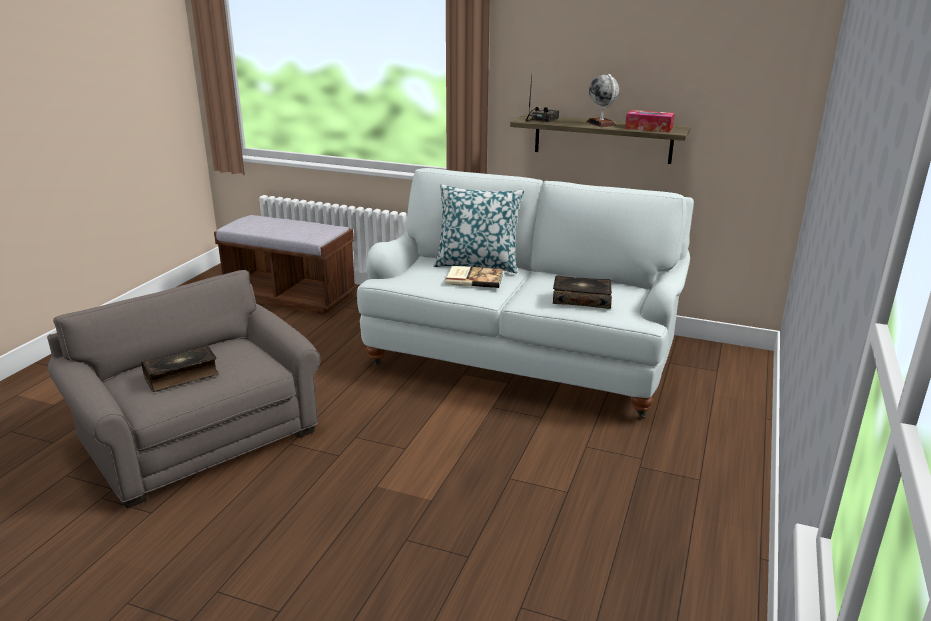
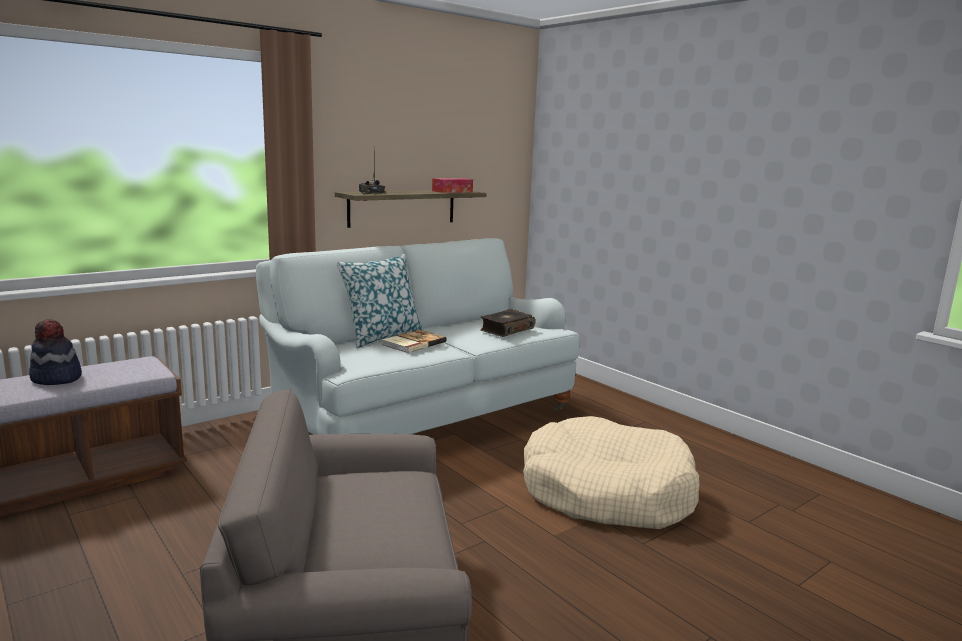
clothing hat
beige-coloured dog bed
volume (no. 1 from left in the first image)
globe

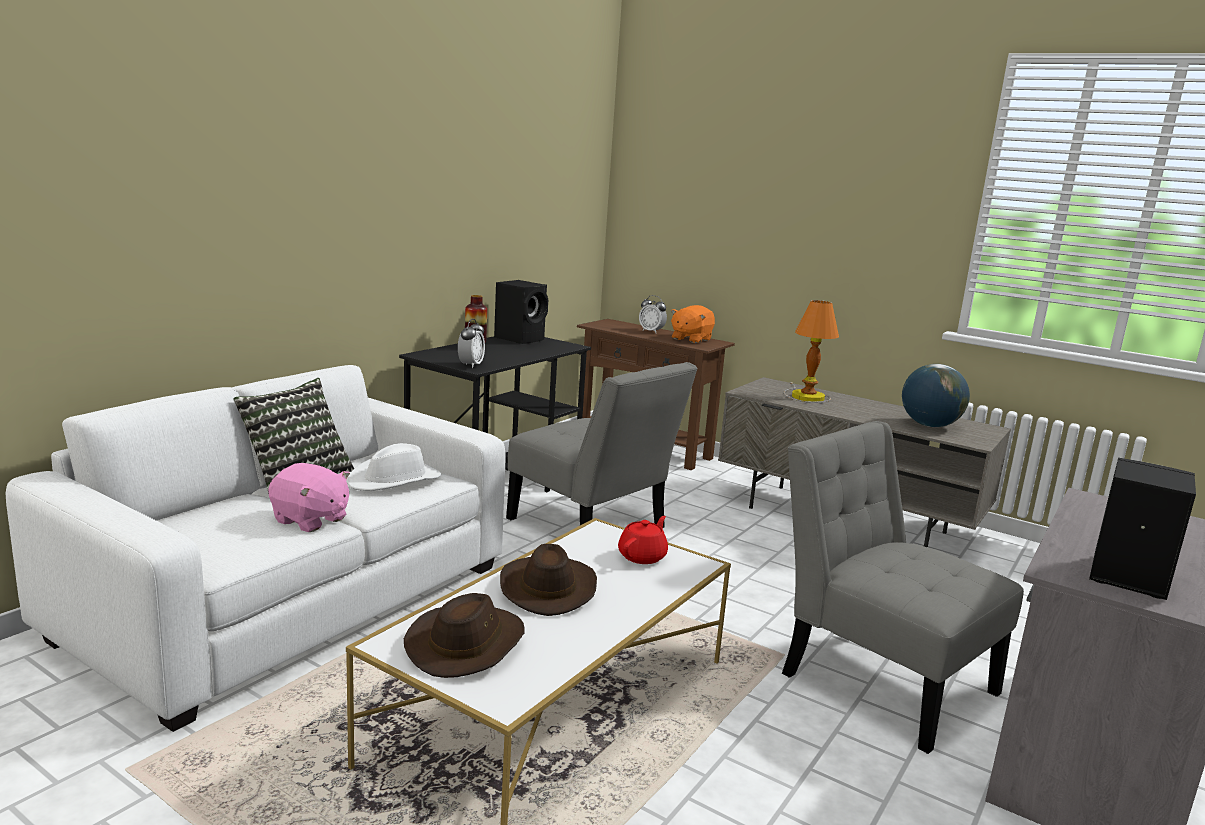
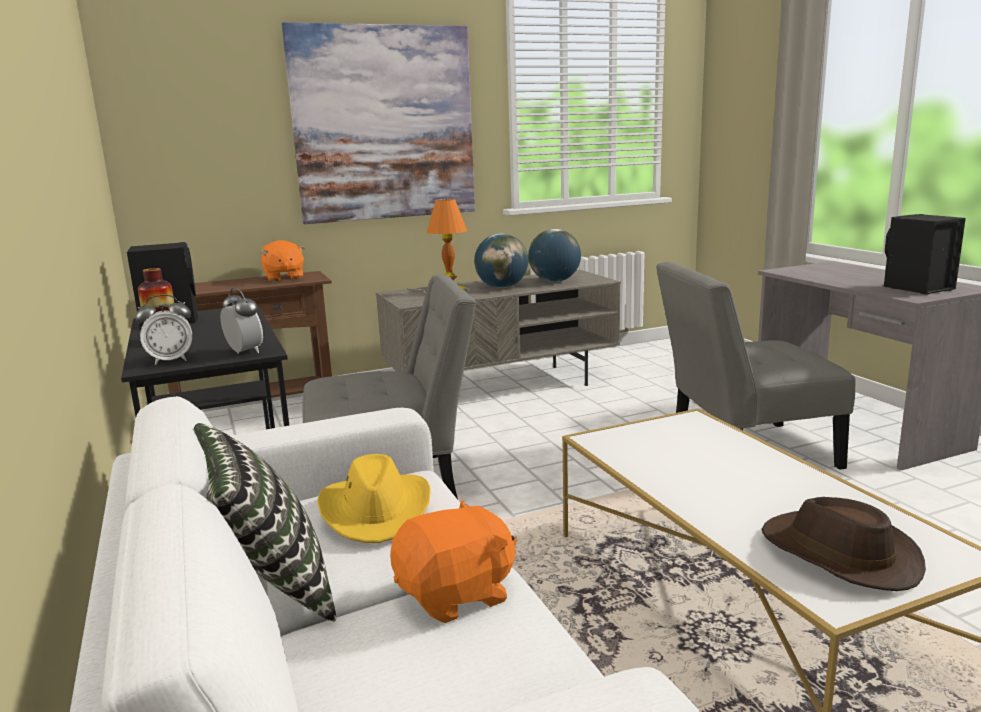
table clock (no. 1 from left)
picture
yellow clothing hat
orange cuddly toy (no. 2 from left)
globe (no. 1 from left)
brown clothing hat (no. 2 from left in the first image)
red pot for tea

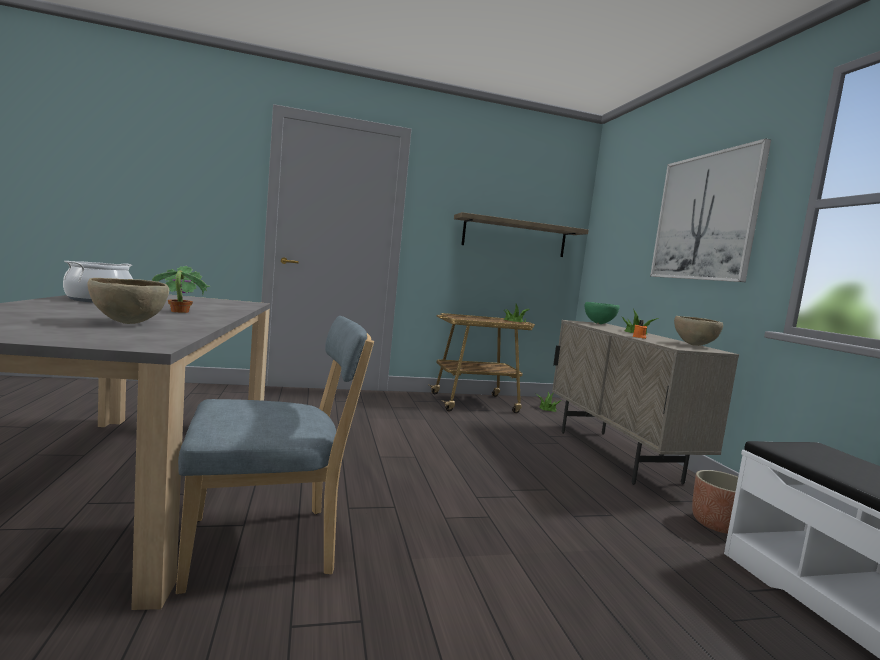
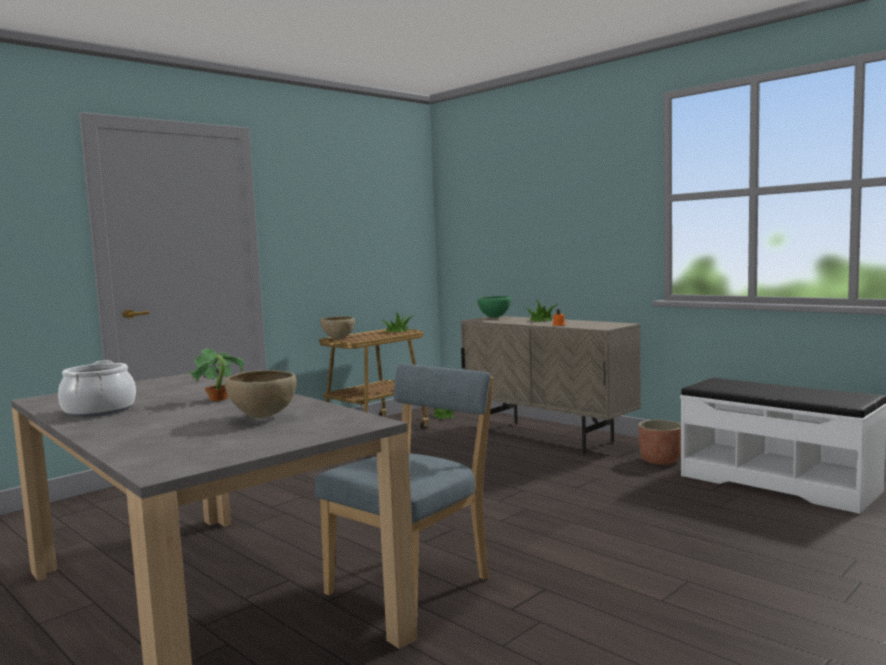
brown serving bowl (no. 2 from left)
wall shelf
picture

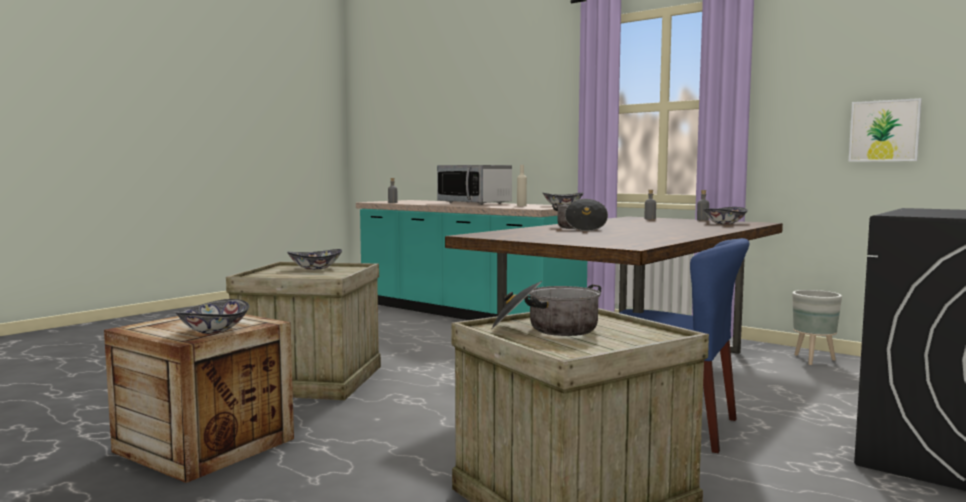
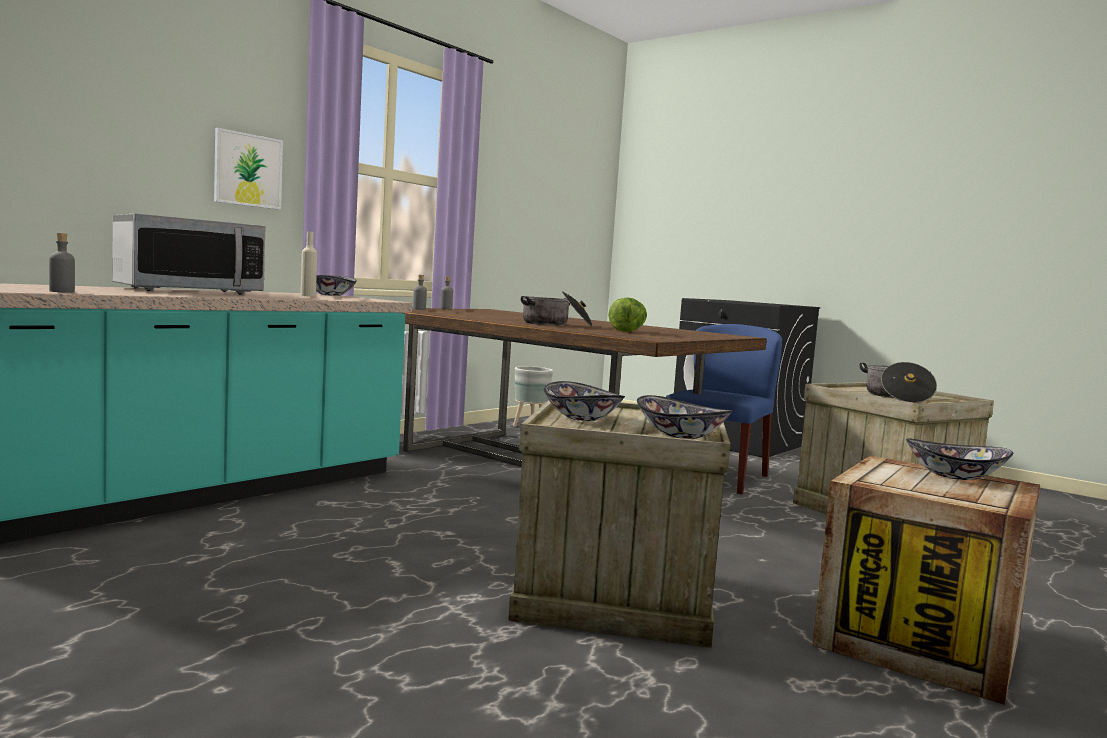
picture
head of lettuce
serving bowl (no. 3 from left)

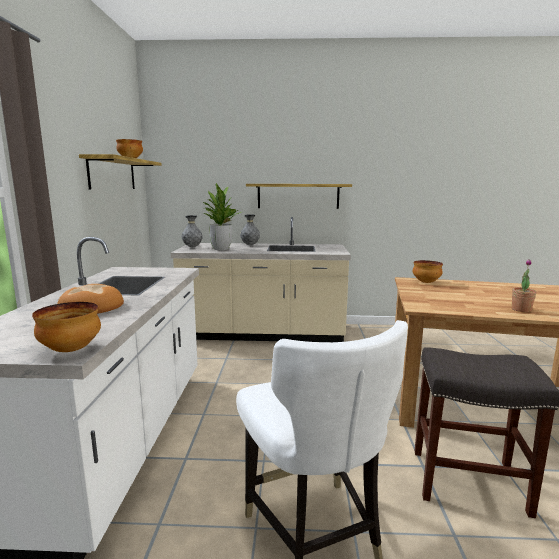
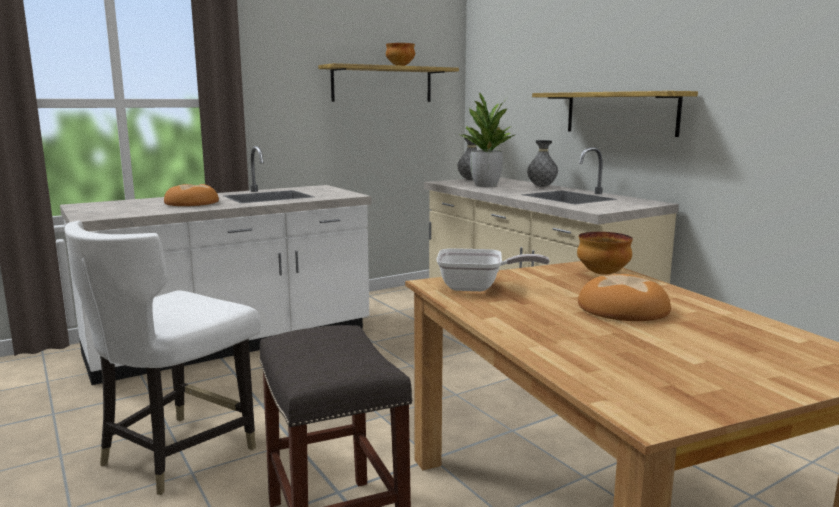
pan
baked bread (no. 2 from left)
serving bowl (no. 1 from left in the first image)
potted plant (no. 2 from left in the first image)

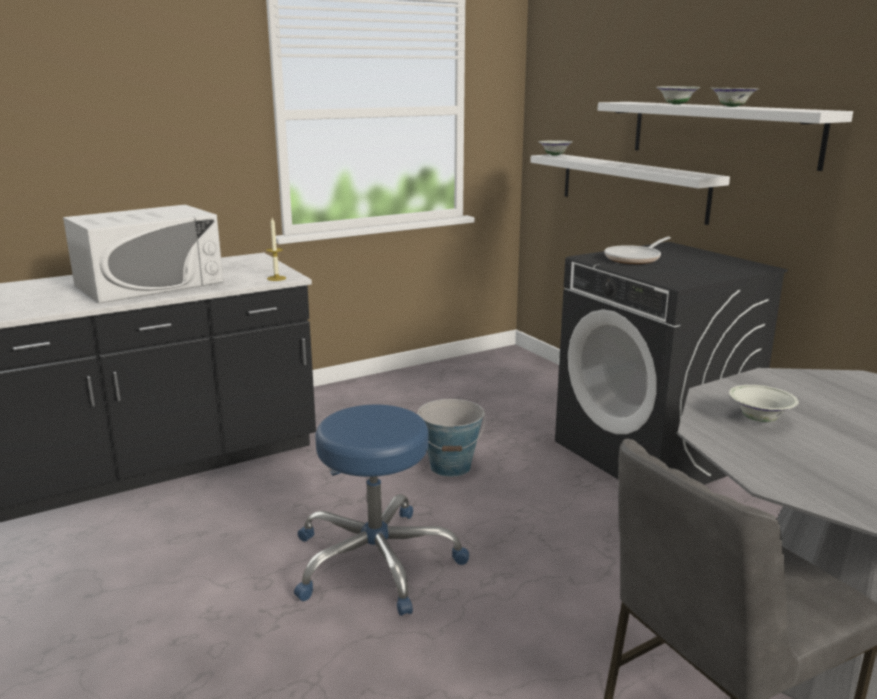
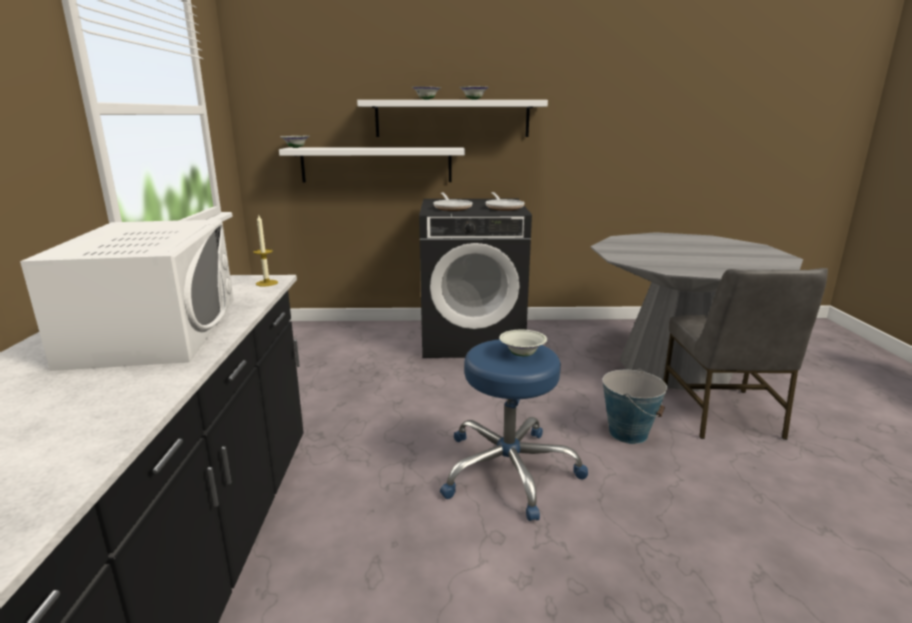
pan (no. 2 from left)
white serving bowl (no. 4 from left)
water bucket

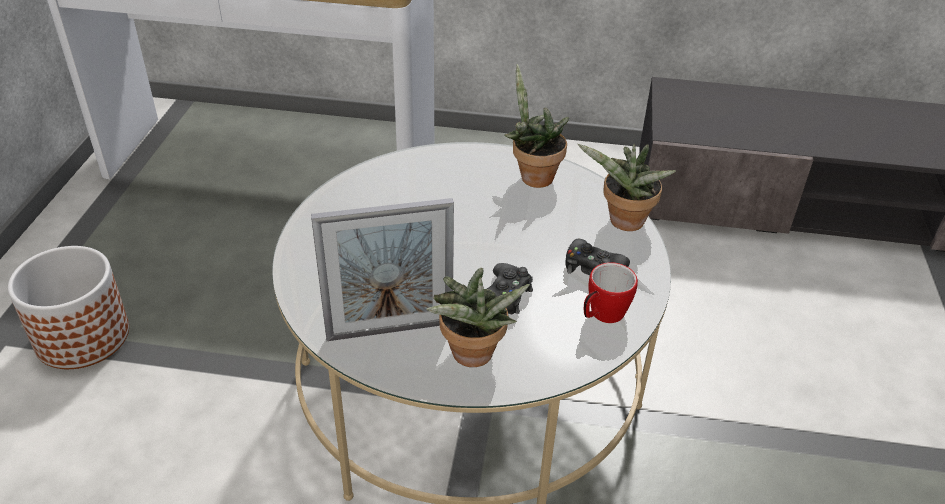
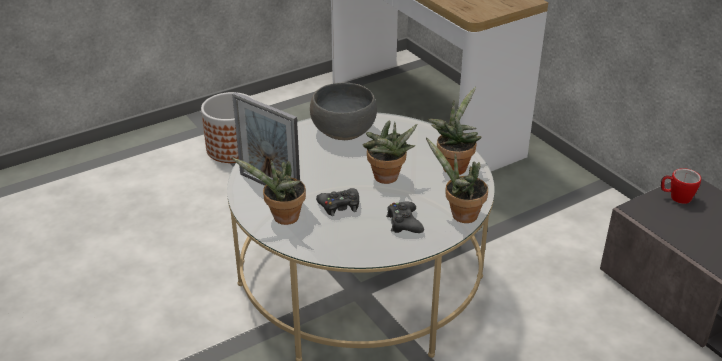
gray serving bowl
potted plant (no. 2 from left)
coffee mug

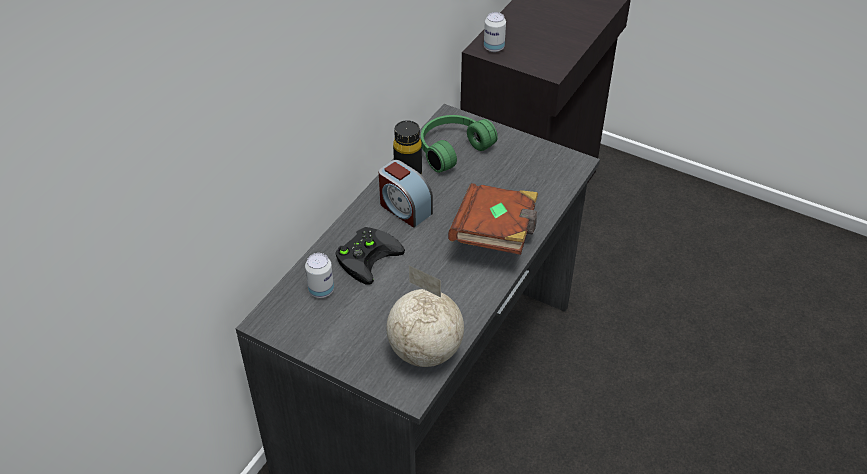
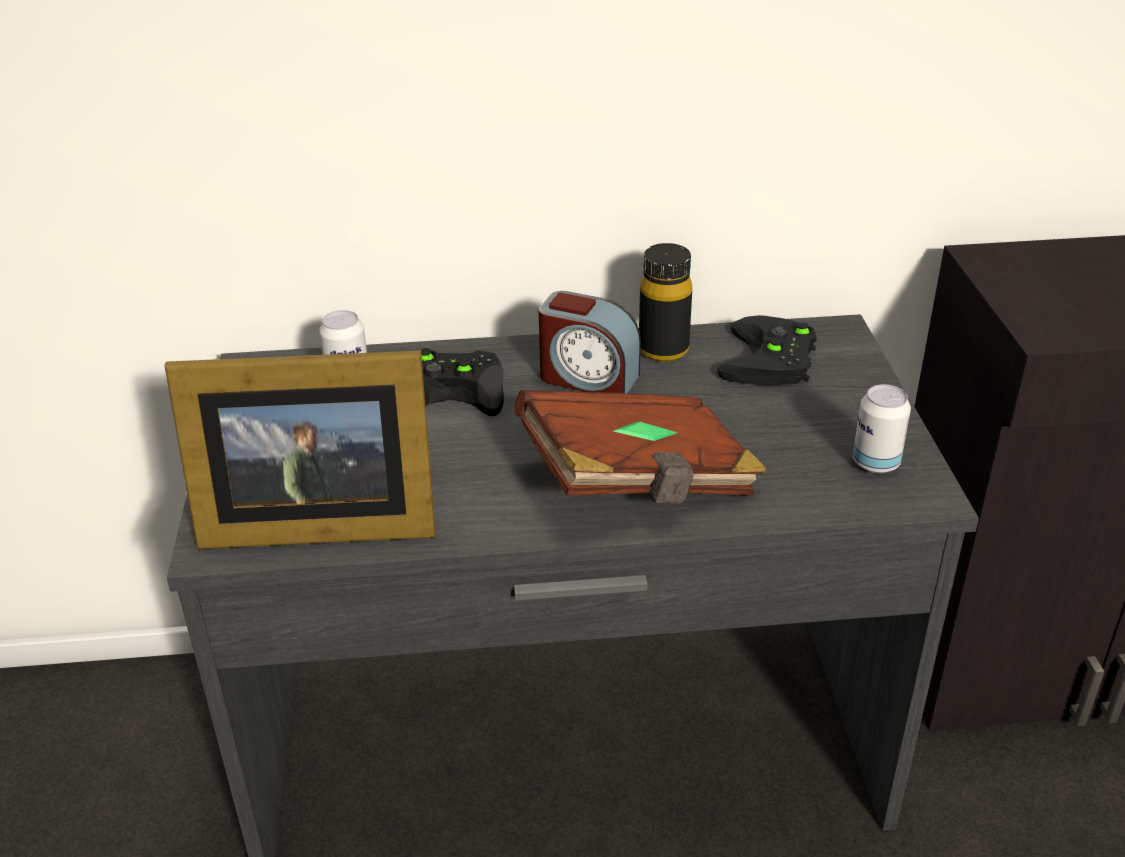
picture frame
table clock
black-coloured joypad (no. 2 from left)
sealed can (no. 2 from left)

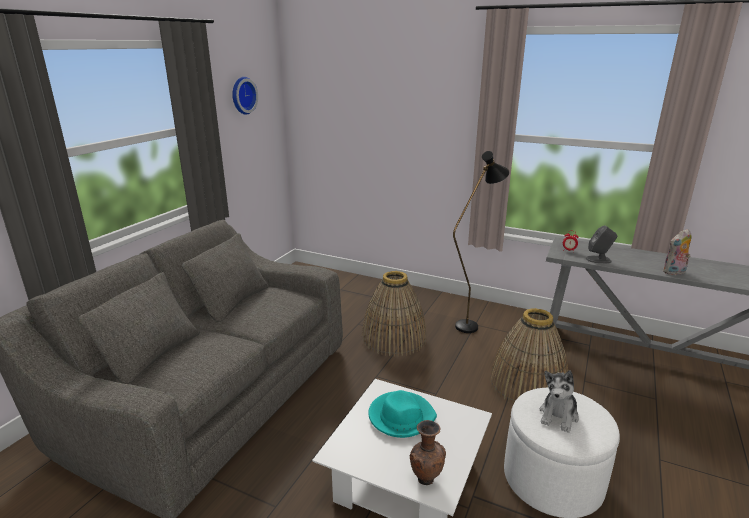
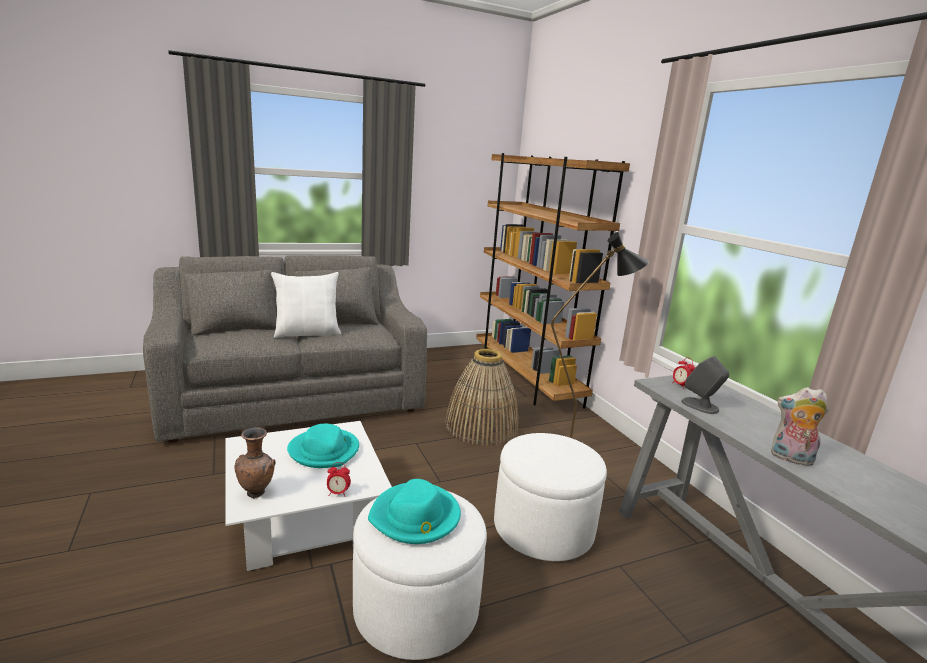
white pillow
table clock (no. 1 from left)
turquoise-coloured clothing hat (no. 2 from left)
brown shelving unit
white pouffe (no. 2 from left)
clock on the wall

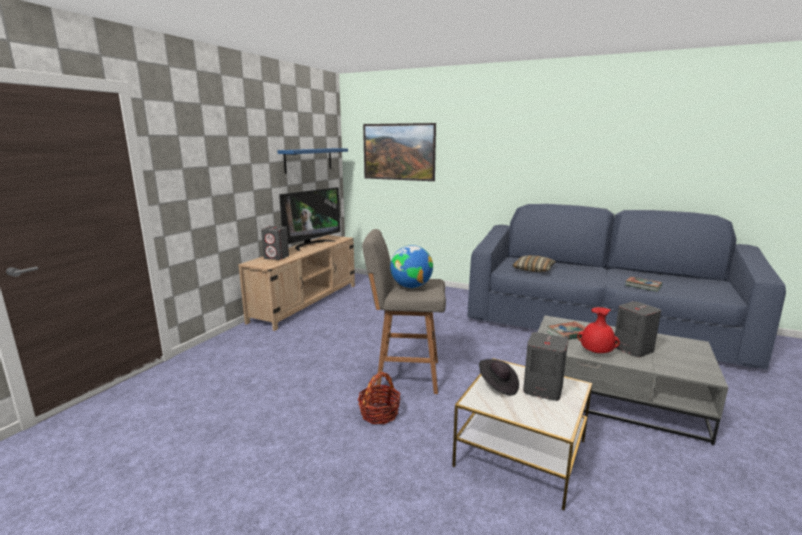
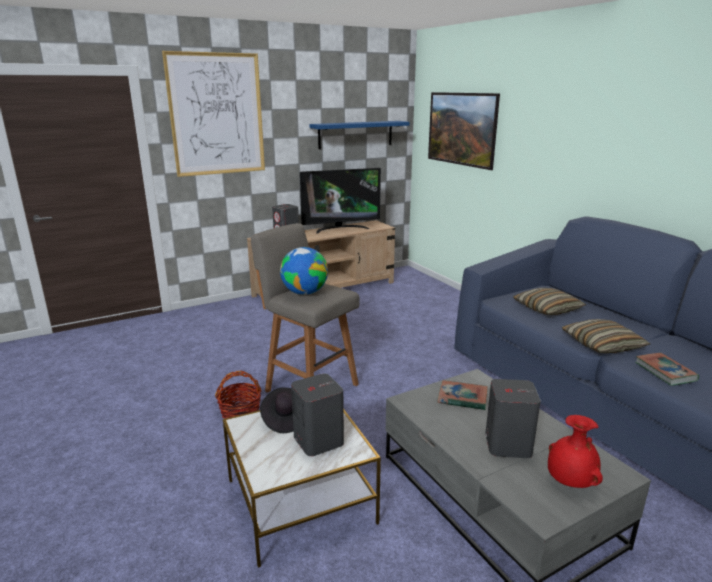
picture (no. 1 from left)
red flower vase
pillow (no. 2 from left)

